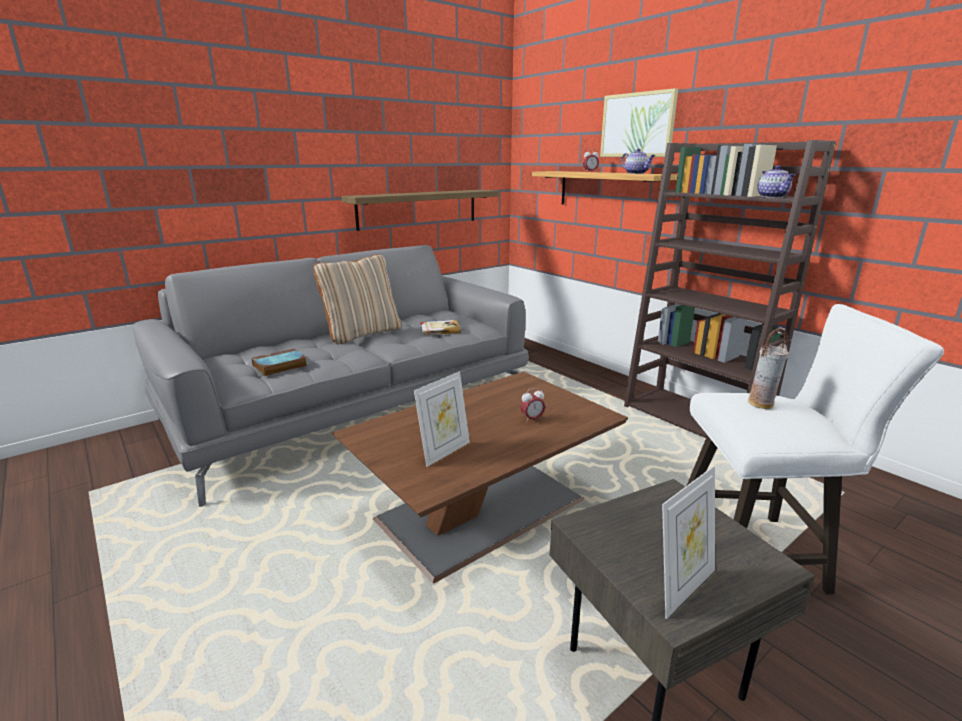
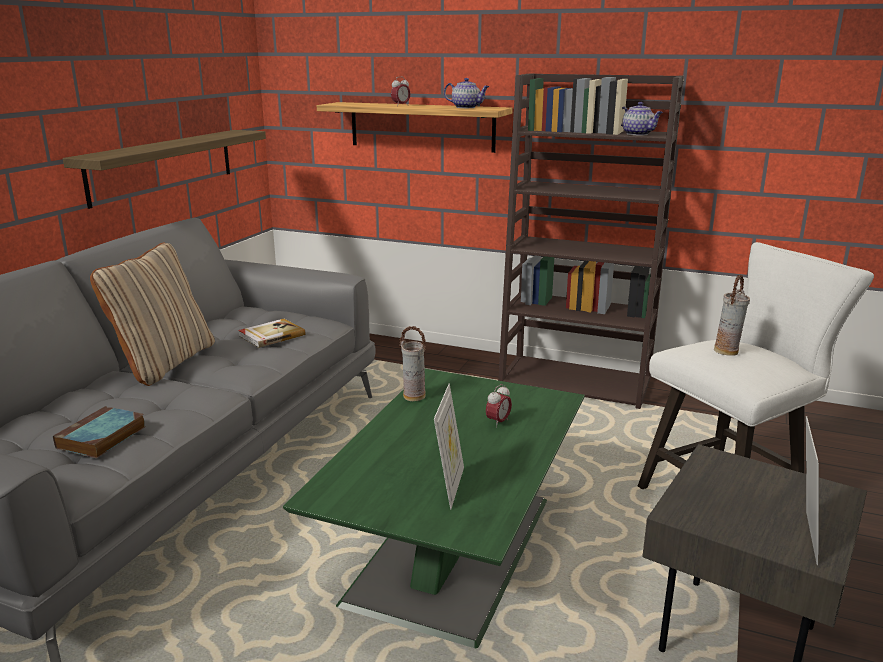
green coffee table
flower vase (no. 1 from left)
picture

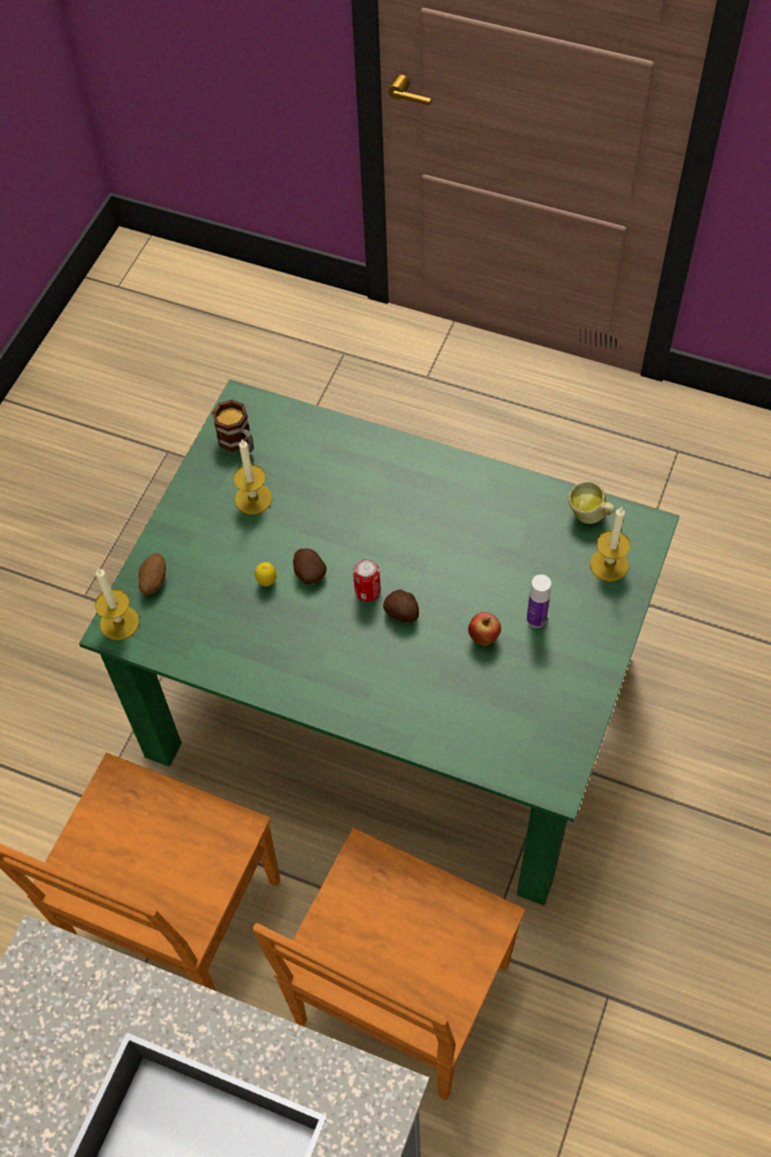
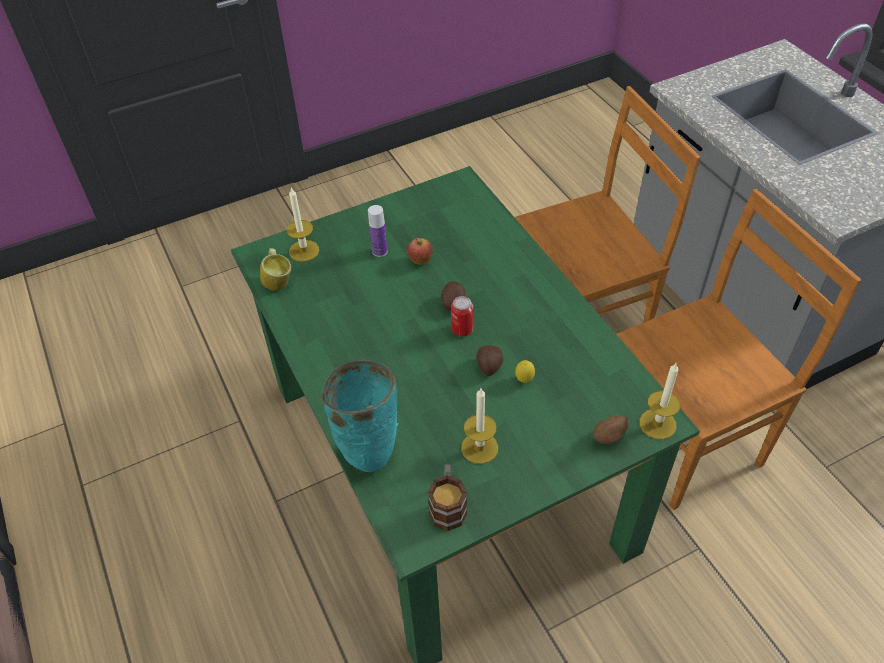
turquoise-coloured flower vase

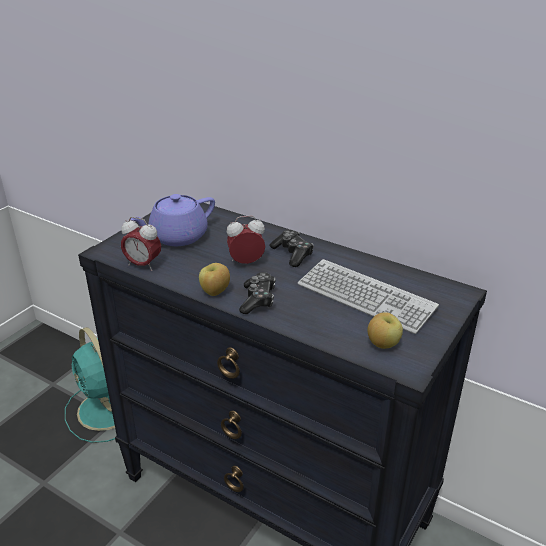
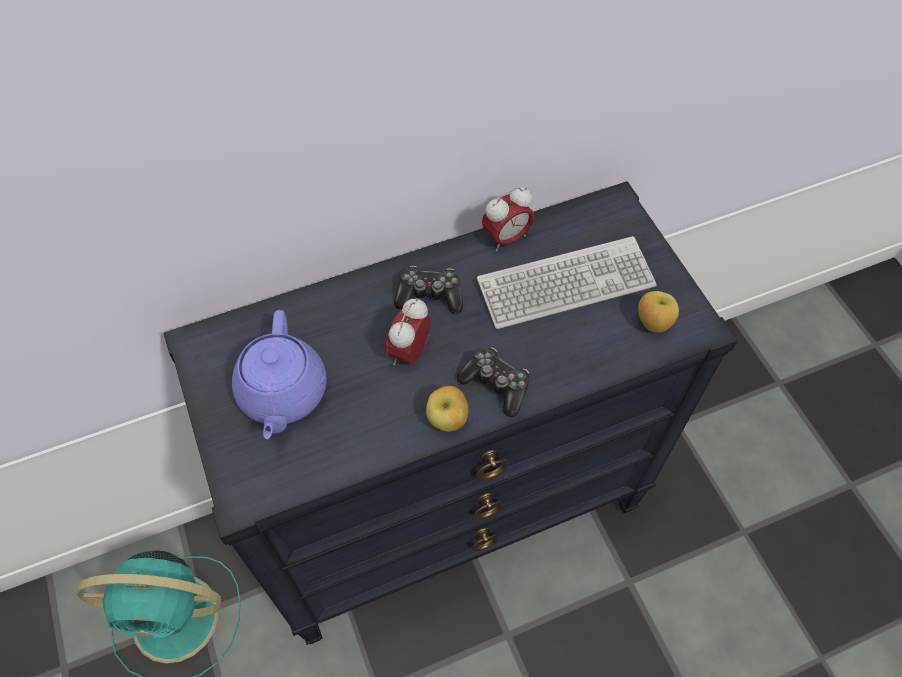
table clock (no. 2 from left)

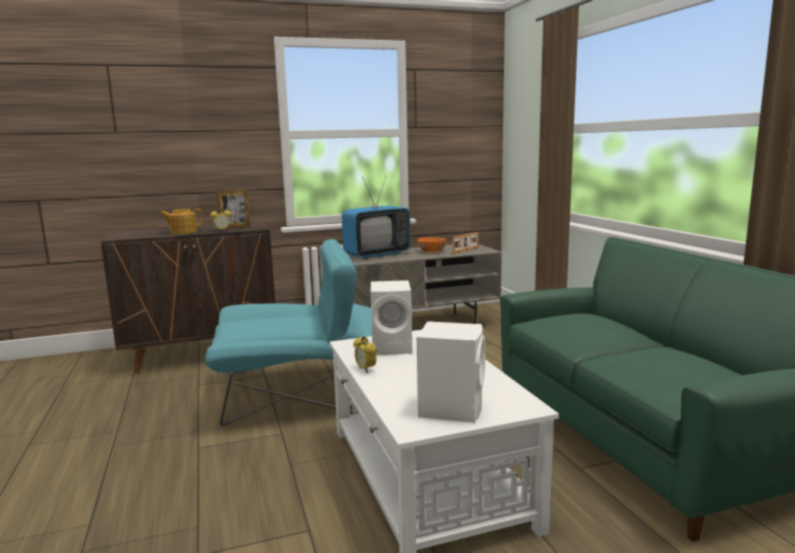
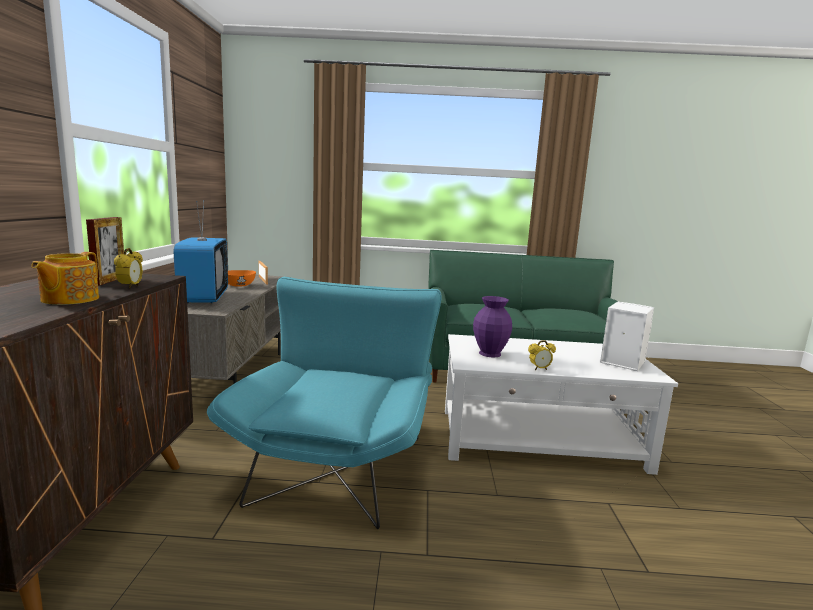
purple flower vase

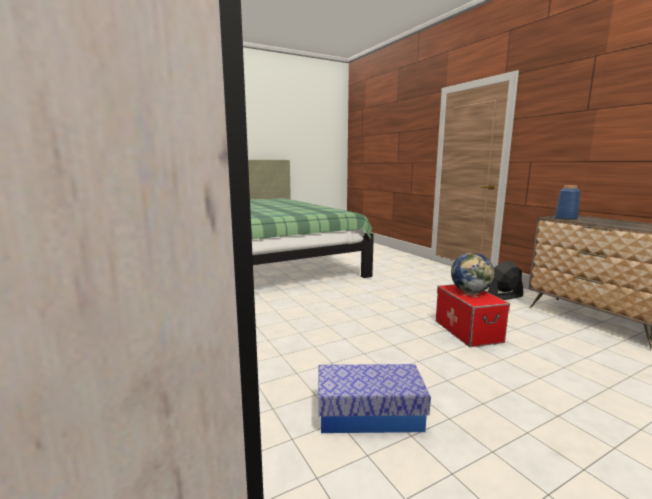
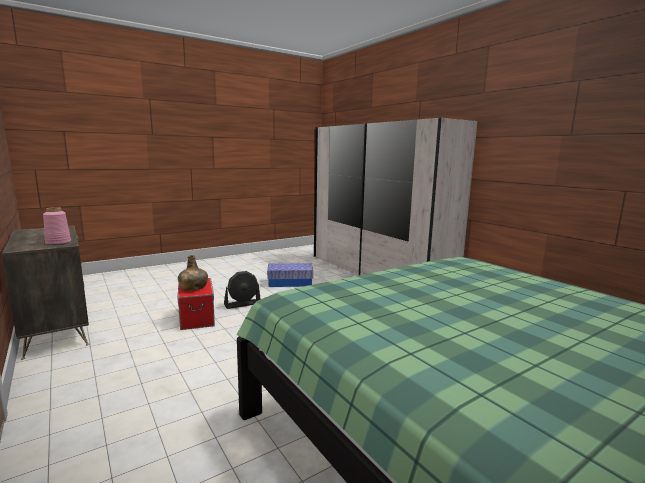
pinkish flower vase
green drink bottle
black-coloured electric fan

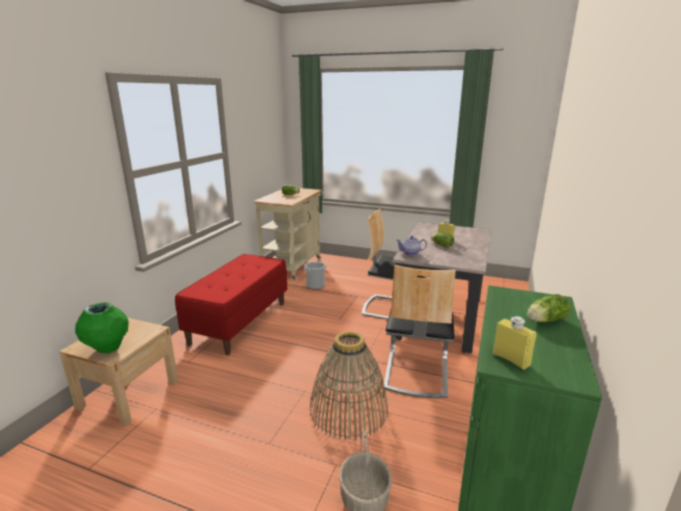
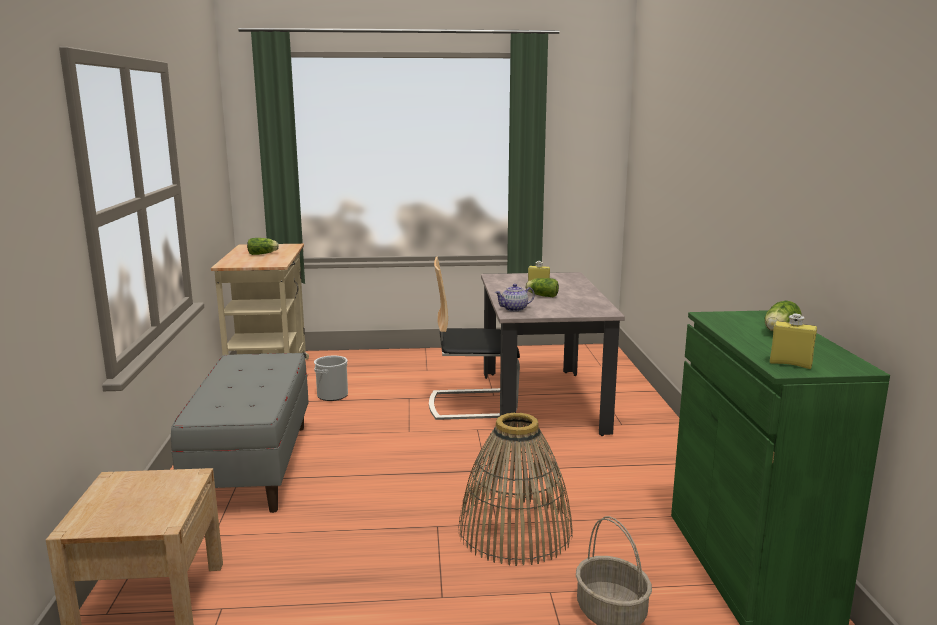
gray bench
green flower vase
upright chair (no. 2 from left in the first image)

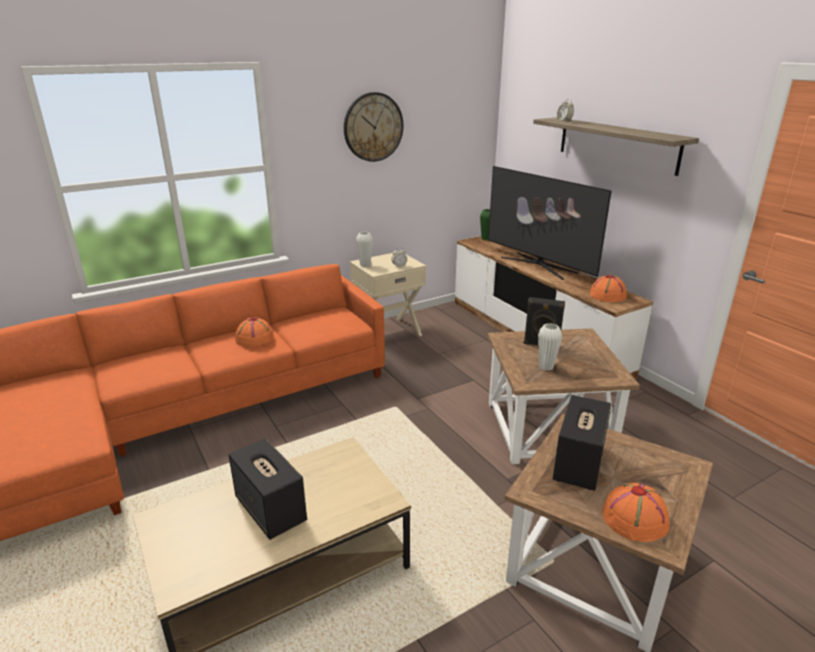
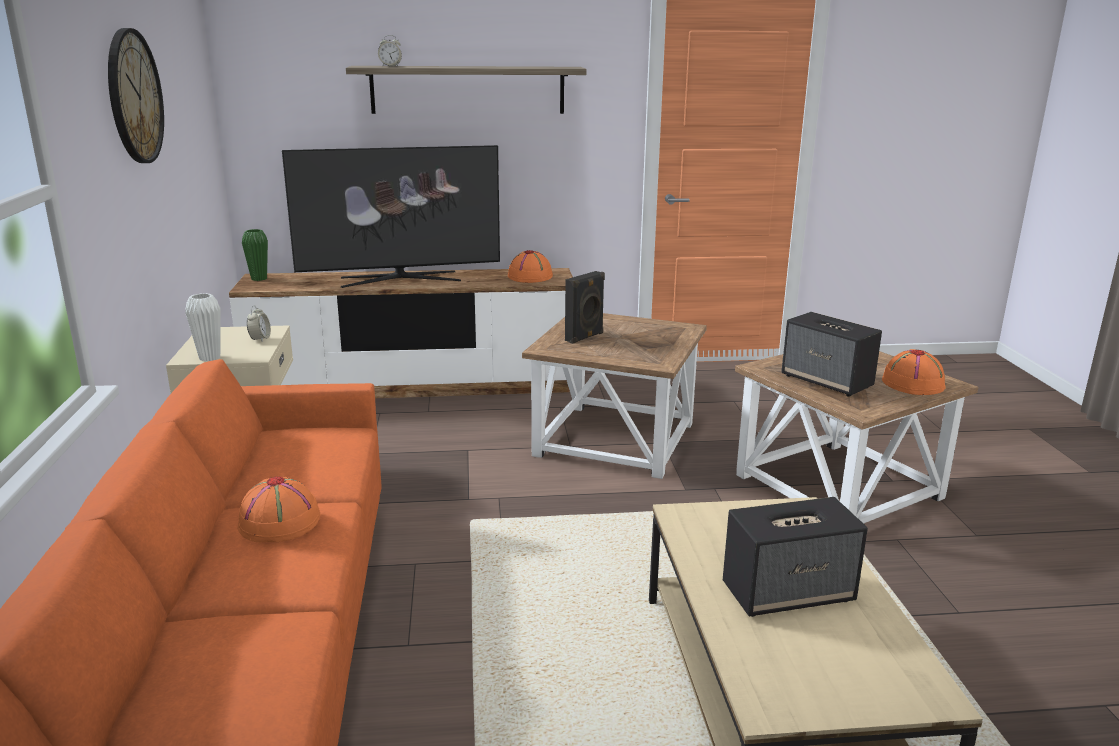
white flower vase (no. 2 from left in the first image)

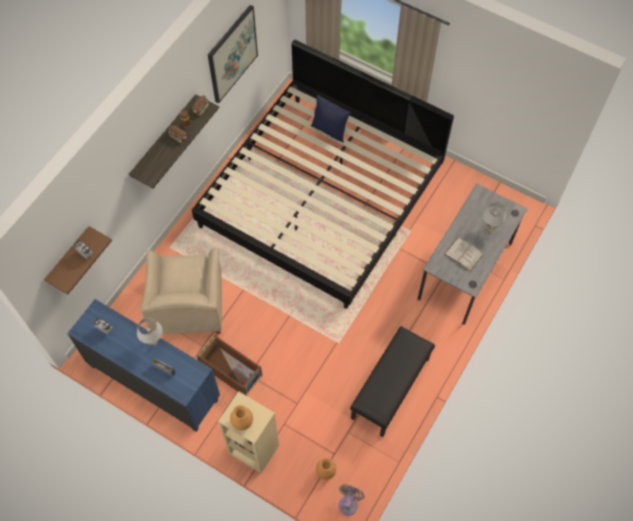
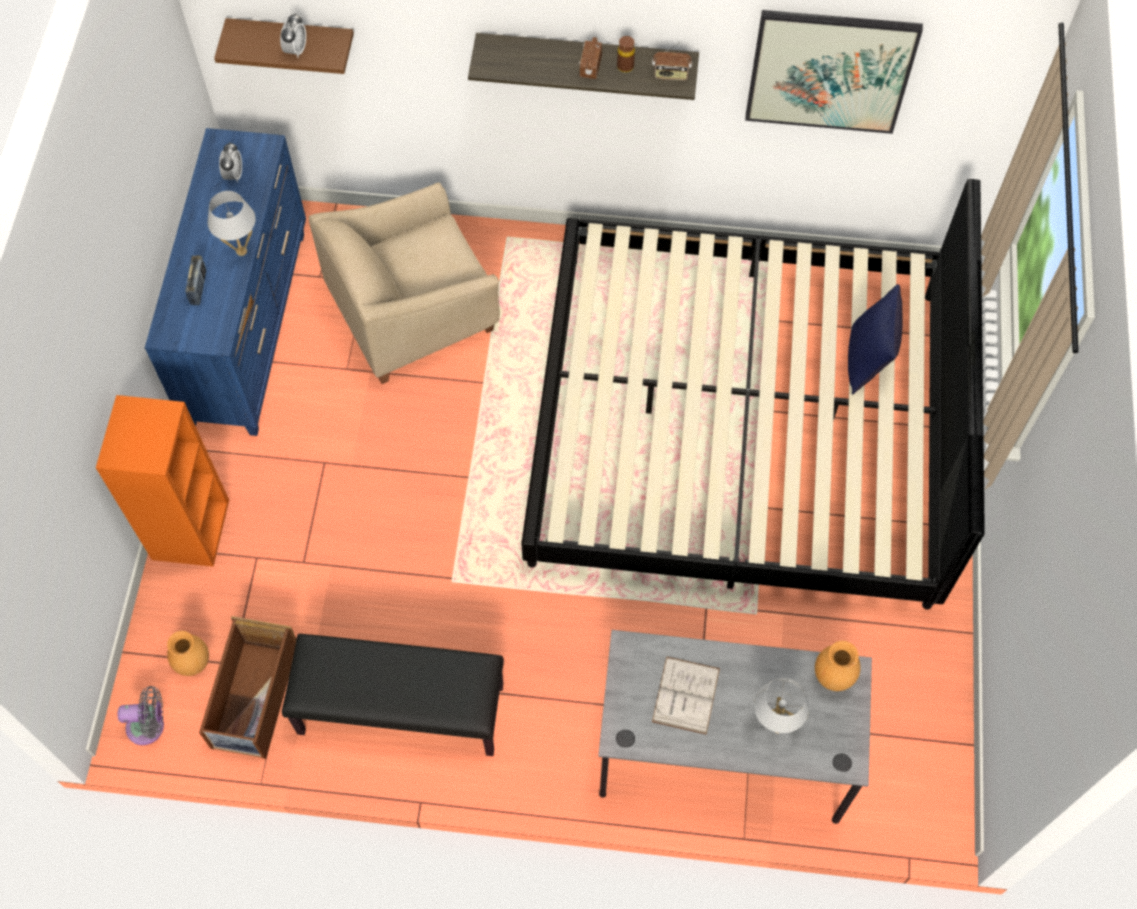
orange shelving unit
brown storage bin
brown flower vase (no. 2 from left)

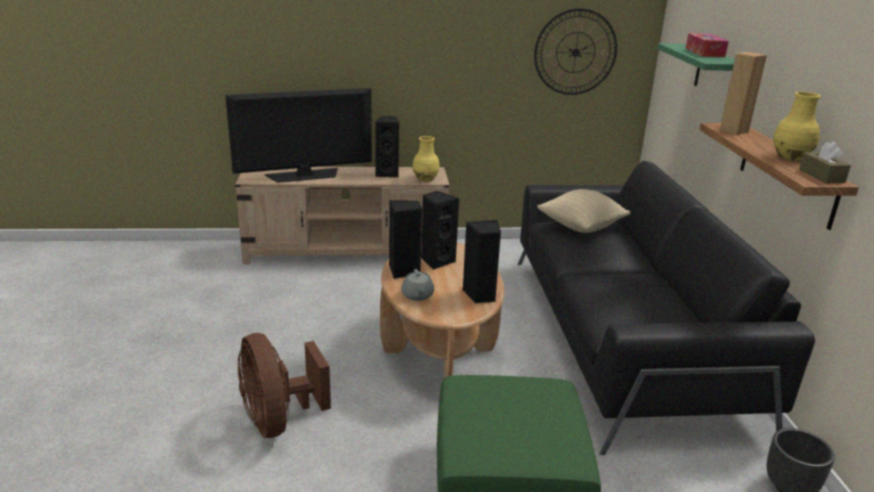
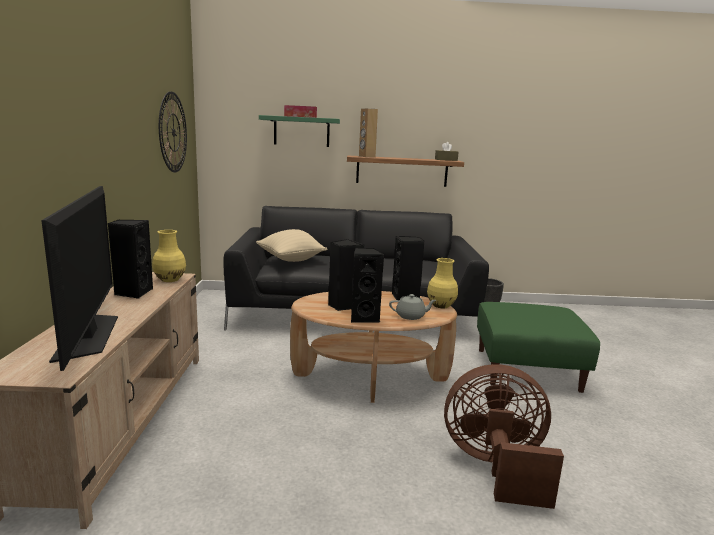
yellow flower vase (no. 2 from left)
brown electric fan

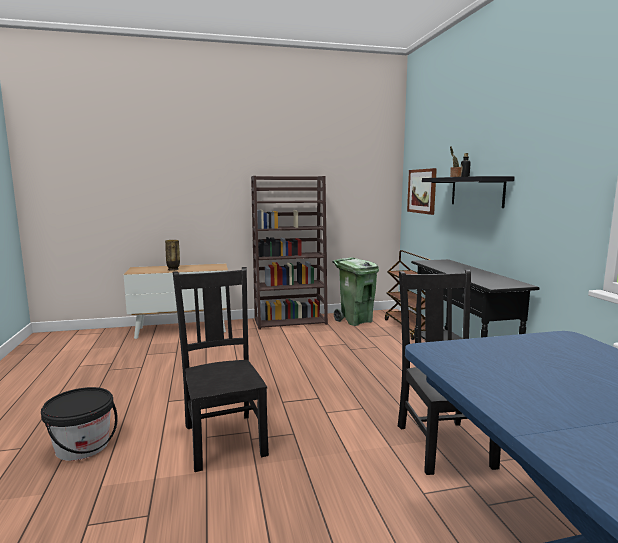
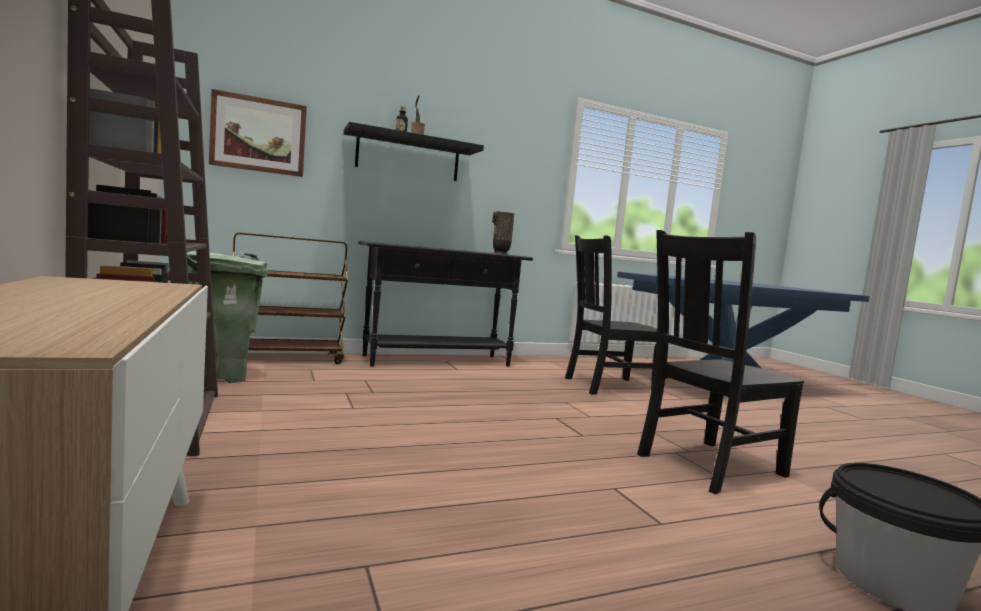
flower vase

